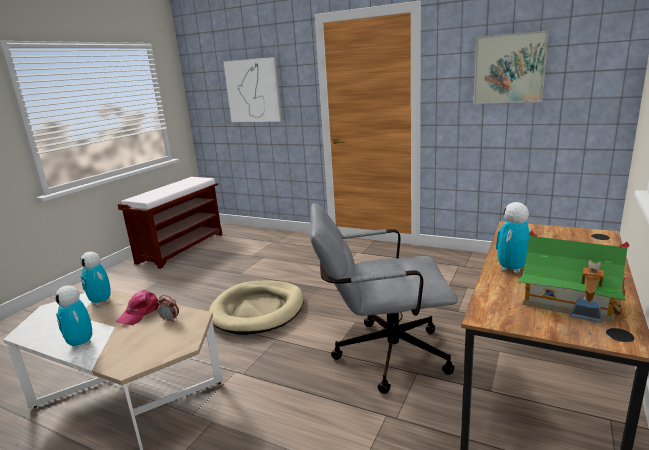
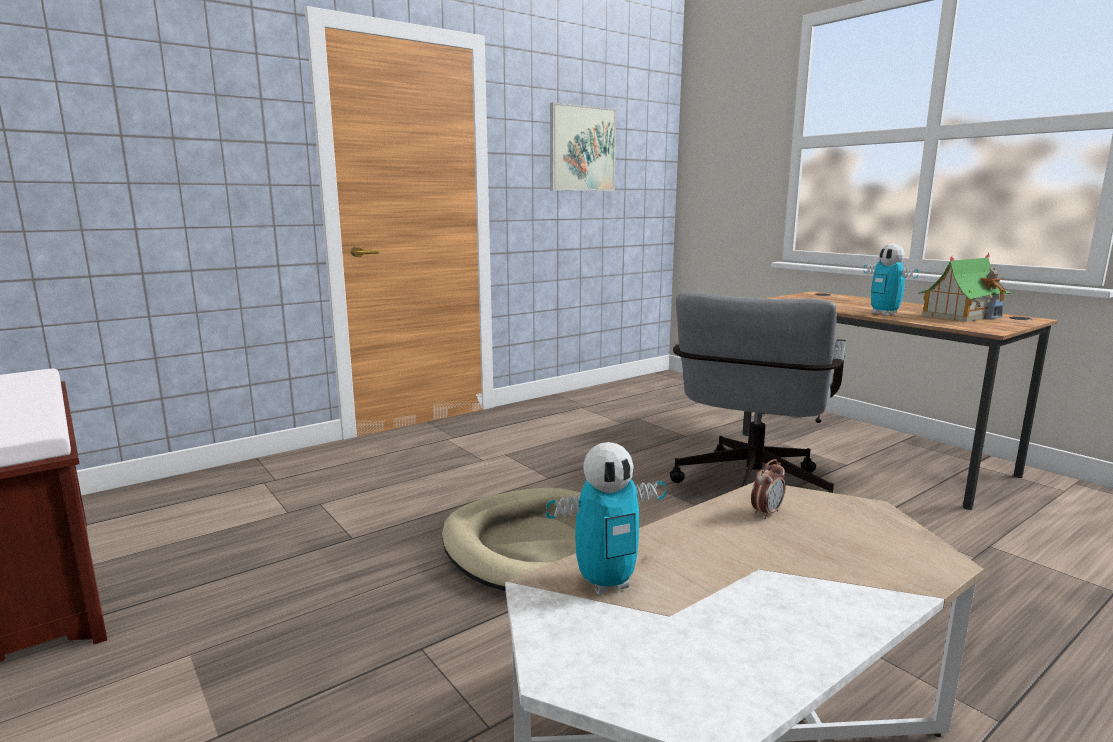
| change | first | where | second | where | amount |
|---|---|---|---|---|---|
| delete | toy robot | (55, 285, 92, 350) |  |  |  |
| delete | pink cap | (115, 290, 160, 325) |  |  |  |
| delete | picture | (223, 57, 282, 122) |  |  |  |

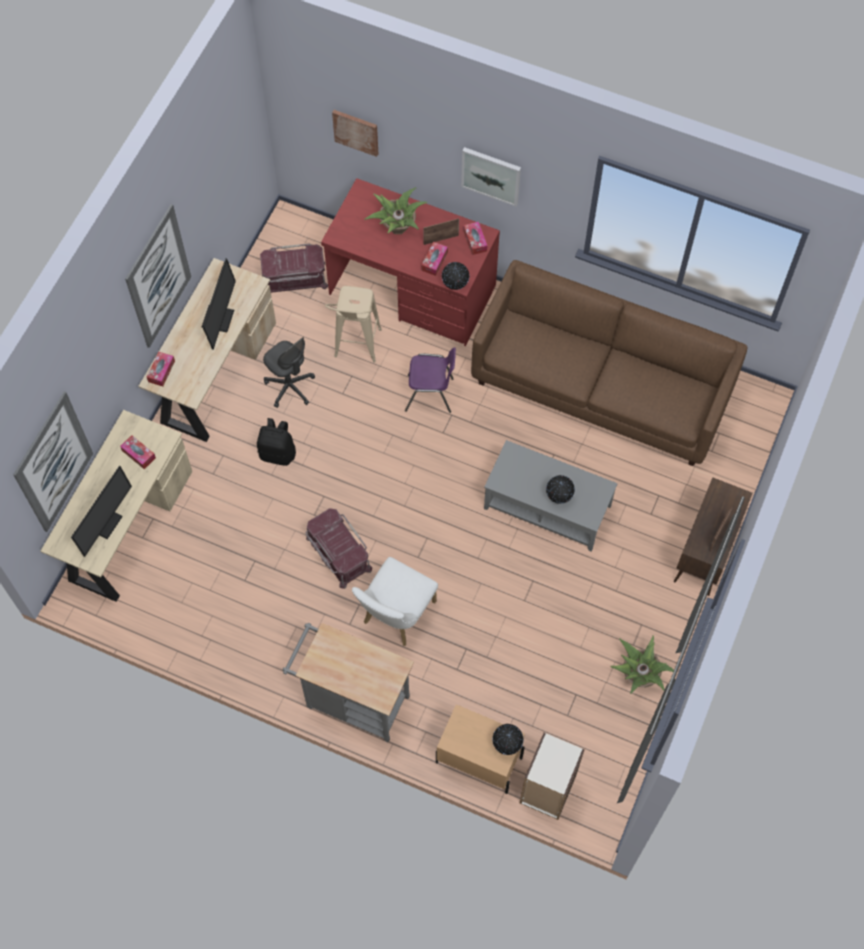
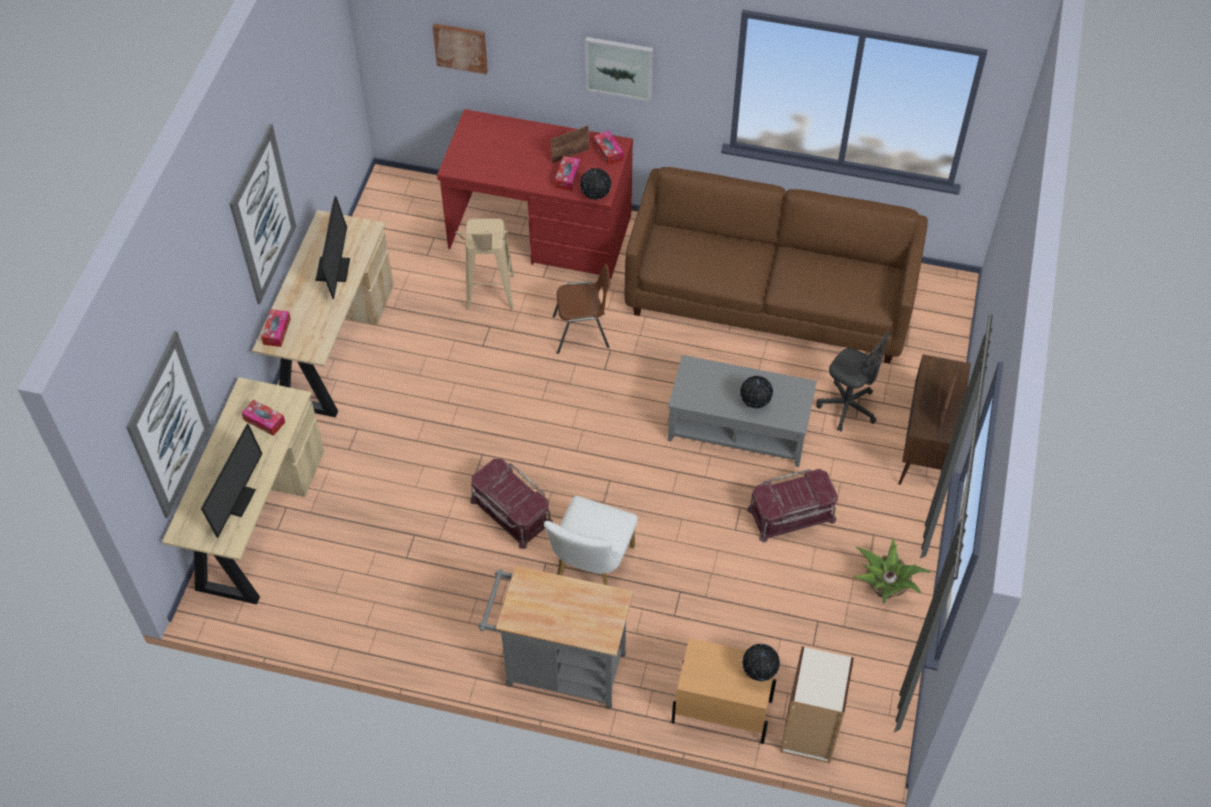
| change | first | where | second | where | amount |
|---|---|---|---|---|---|
| delete | black backpack | (257, 418, 296, 466) |  |  |  |
| move | red storage box | (260, 244, 328, 293) |  | (747, 469, 838, 543) |  |
| move | grey office chair | (263, 337, 315, 408) |  | (816, 331, 892, 432) |  |
| delete | potted plant | (364, 187, 427, 234) |  |  |  |
| recolor | purple chair | (405, 348, 456, 413) | brown chair | (553, 264, 610, 354) |  |

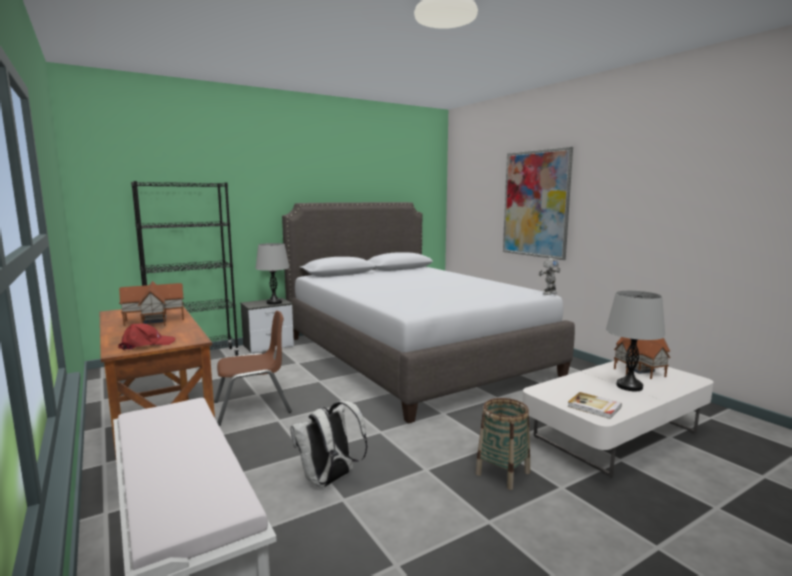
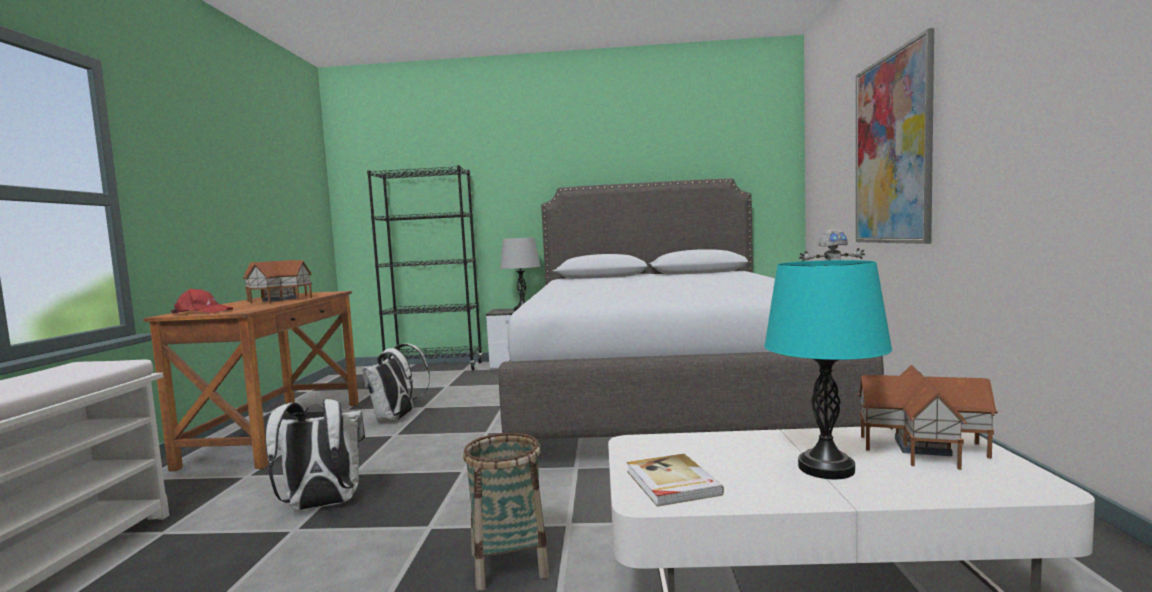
| change | first | where | second | where | amount |
|---|---|---|---|---|---|
| replace | brown chair | (214, 311, 292, 426) | white backpack | (362, 343, 430, 421) |  |
| recolor | grey table lamp | (606, 290, 666, 391) | turquoise table lamp | (764, 260, 892, 479) |  |

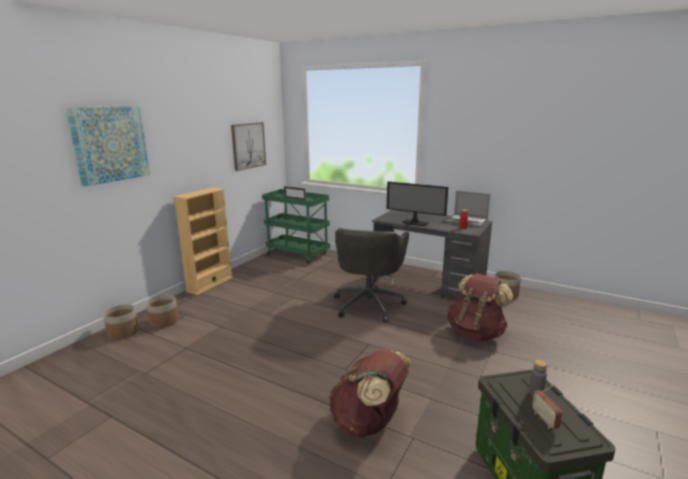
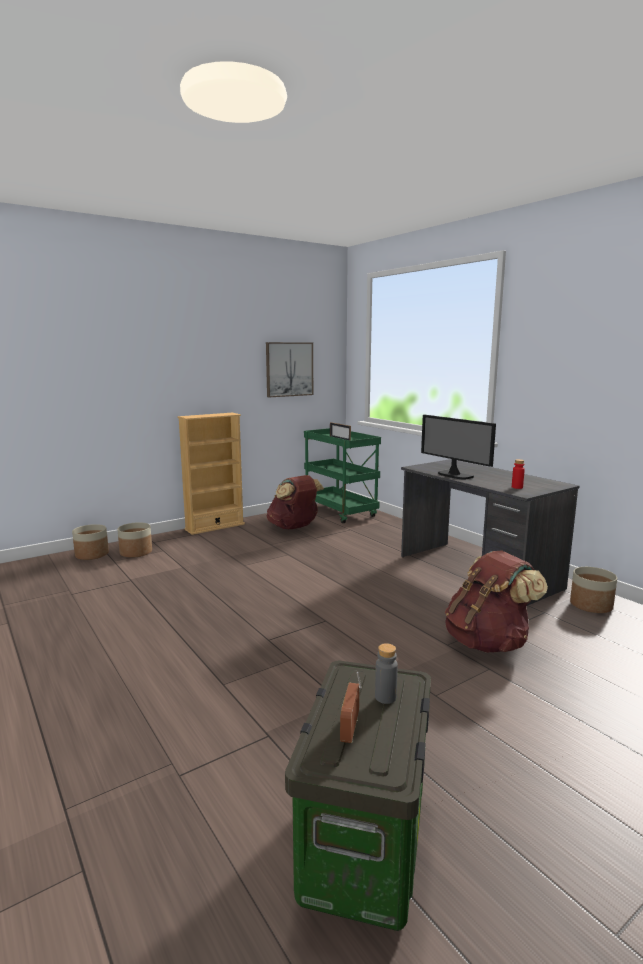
| change | first | where | second | where | amount |
|---|---|---|---|---|---|
| delete | picture | (66, 106, 150, 187) |  |  |  |
| move | brown backpack | (328, 350, 411, 438) |  | (267, 475, 324, 529) |  |
| delete | grey office chair | (334, 228, 409, 323) |  |  |  |
| delete | laptop | (446, 191, 490, 228) |  |  |  |

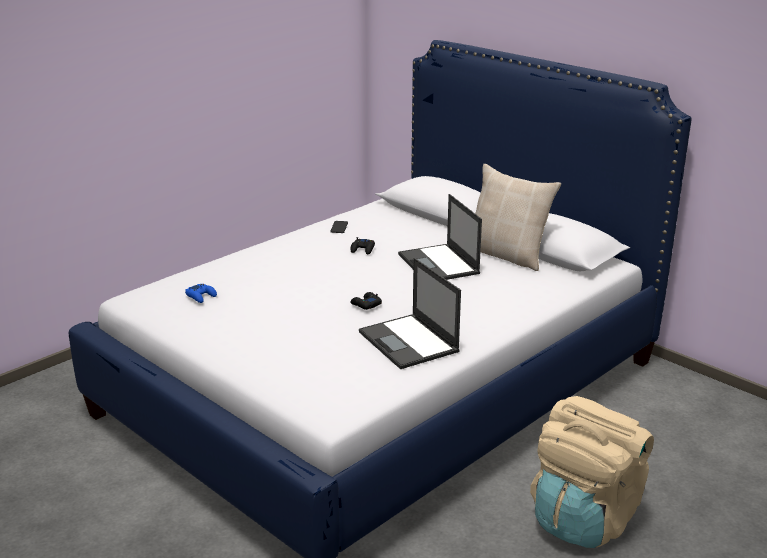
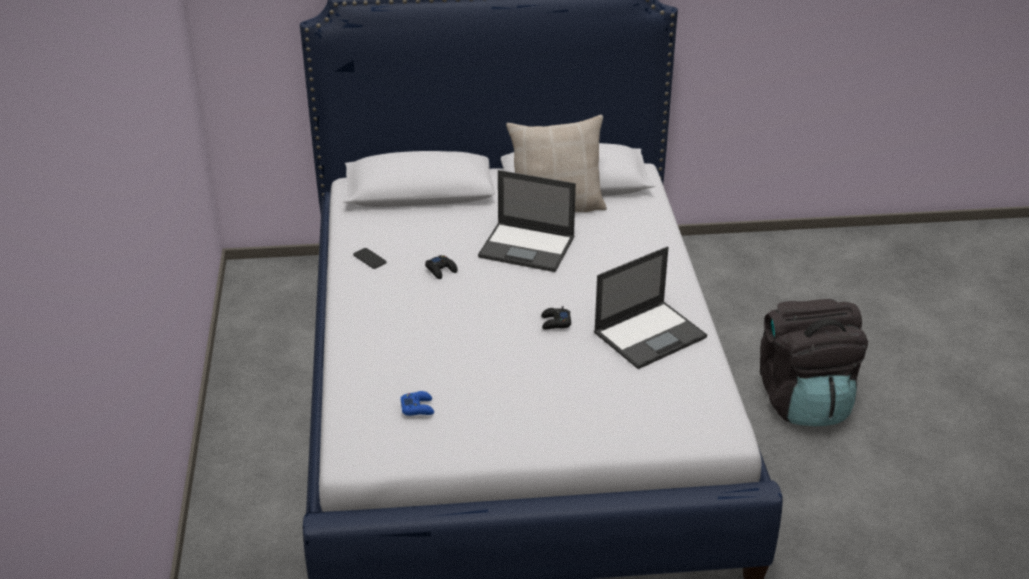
| change | first | where | second | where | amount |
|---|---|---|---|---|---|
| rotate | laptop | (359, 258, 461, 369) |  | (594, 247, 707, 369) | 45 degrees counterclockwise |
| recolor | beige backpack | (530, 396, 654, 548) | black backpack | (760, 299, 868, 426) |  |

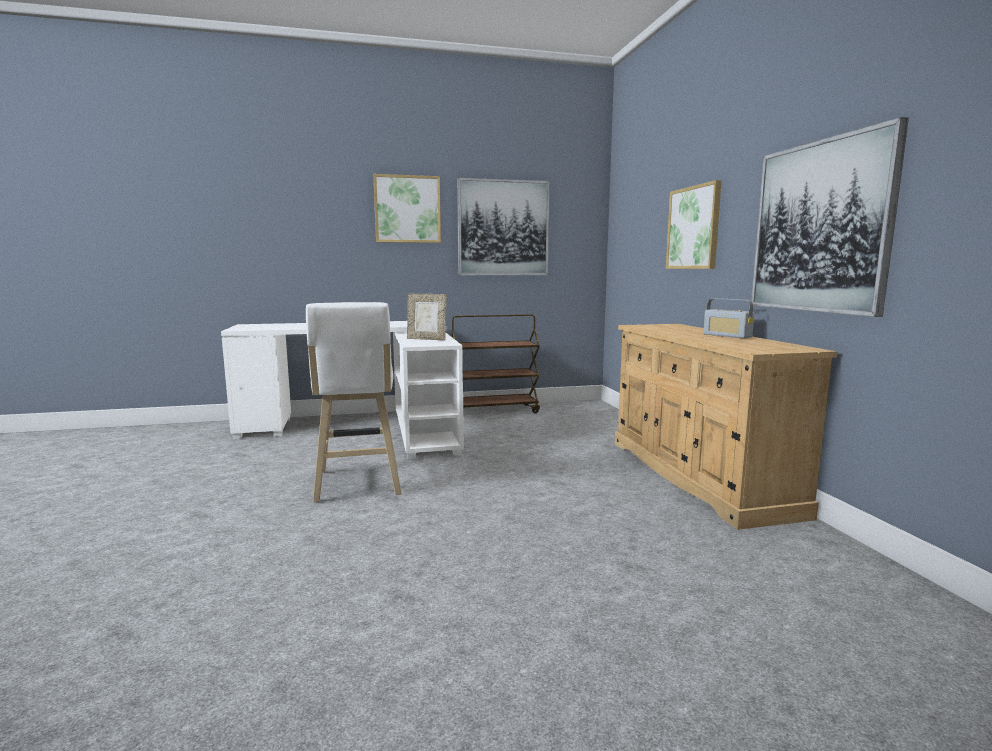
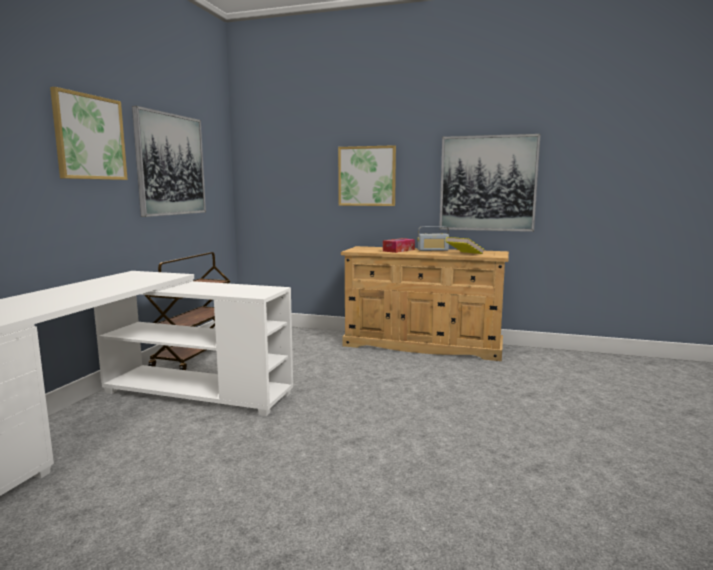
| change | first | where | second | where | amount |
|---|---|---|---|---|---|
| delete | white stool | (306, 302, 401, 503) |  |  |  |
| delete | picture frame | (407, 294, 447, 340) |  |  |  |
| insert |  |  | tissue box | (383, 238, 415, 253) |  |
| insert |  |  | yellow book | (446, 237, 484, 254) |  |

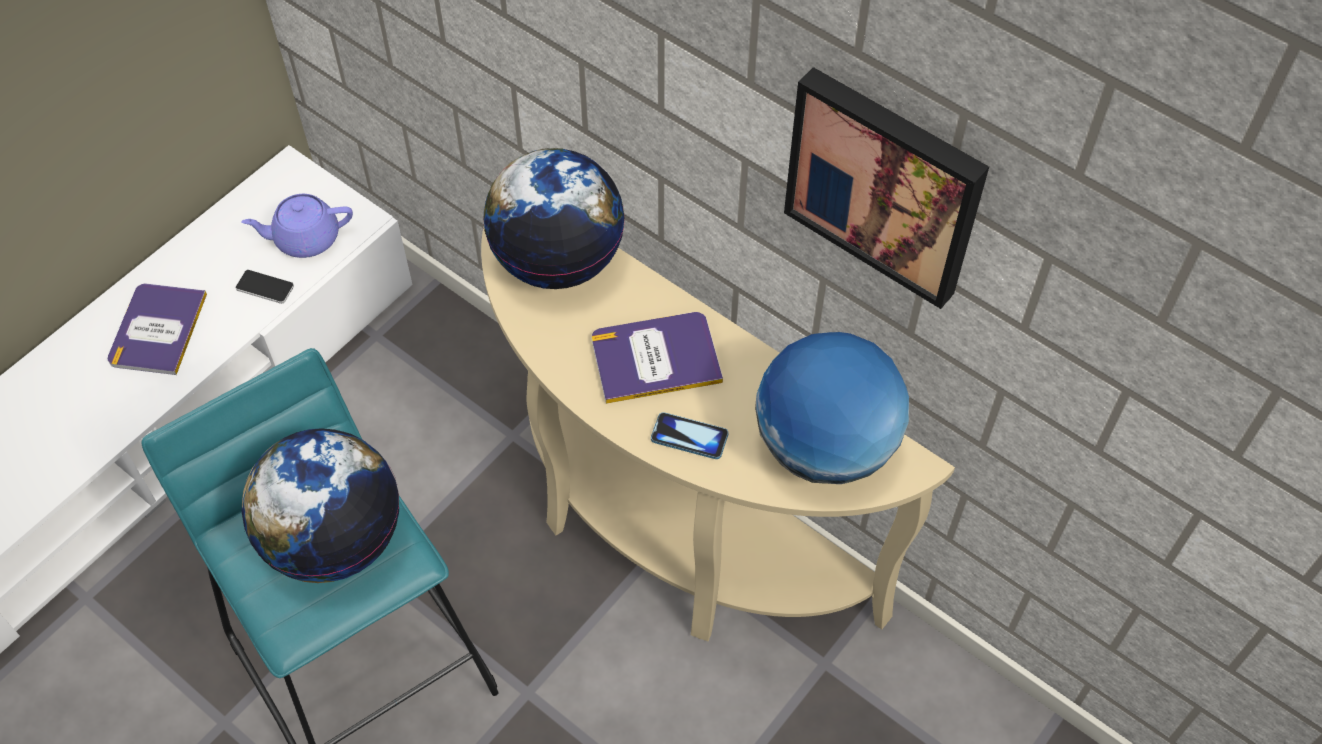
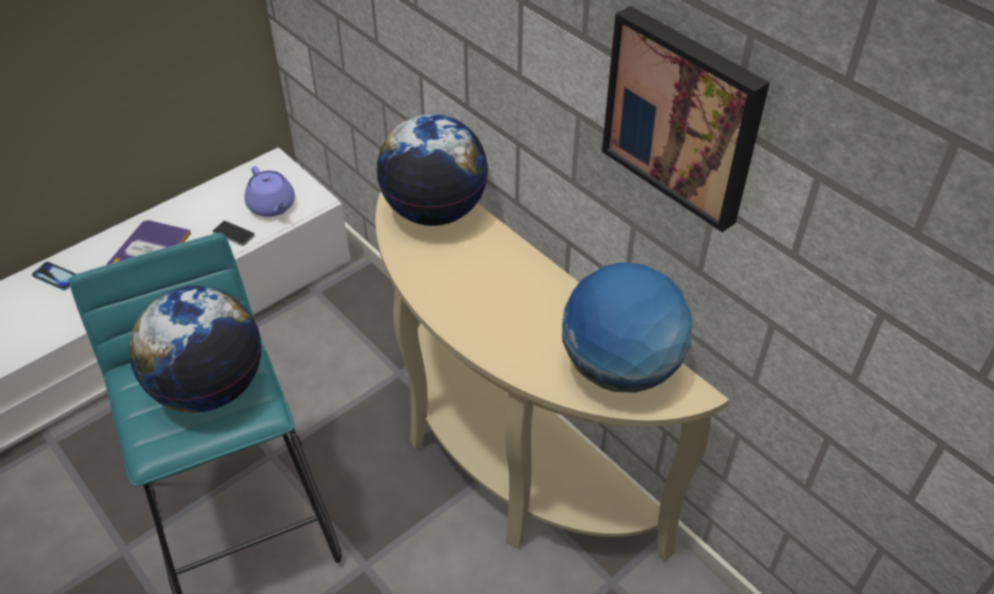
| change | first | where | second | where | amount |
|---|---|---|---|---|---|
| rotate | purple teapot | (241, 194, 353, 258) |  | (244, 166, 295, 217) | 120 degrees counterclockwise |
| delete | book | (592, 312, 723, 404) |  |  |  |
| move | phone | (651, 412, 729, 459) |  | (32, 262, 76, 290) |  |

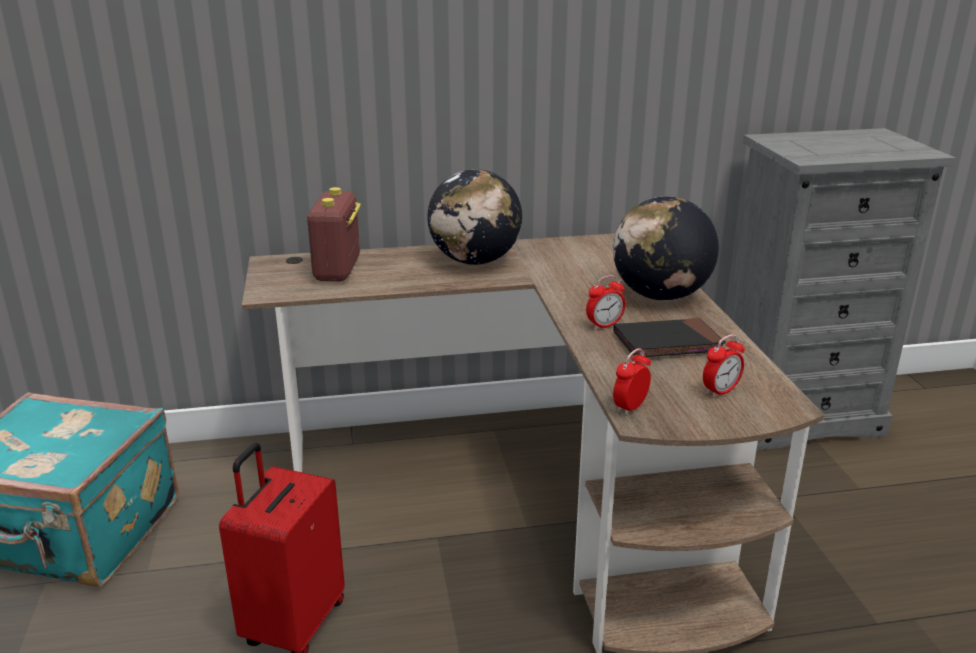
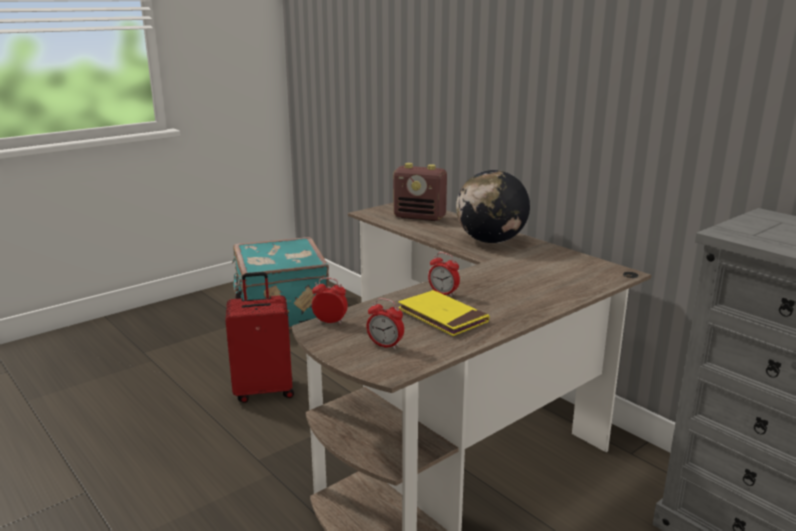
| change | first | where | second | where | amount |
|---|---|---|---|---|---|
| rotate | radio | (307, 187, 361, 281) |  | (393, 163, 447, 221) | 135 degrees counterclockwise |
| delete | globe | (613, 196, 719, 301) |  |  |  |
| recolor | black book | (613, 318, 726, 357) | yellow book | (398, 290, 489, 336) |  |

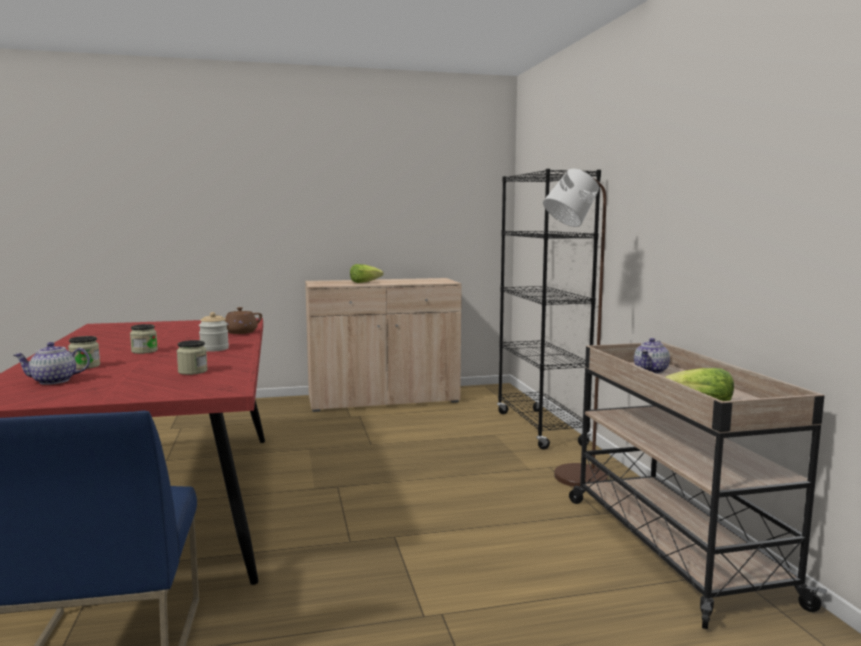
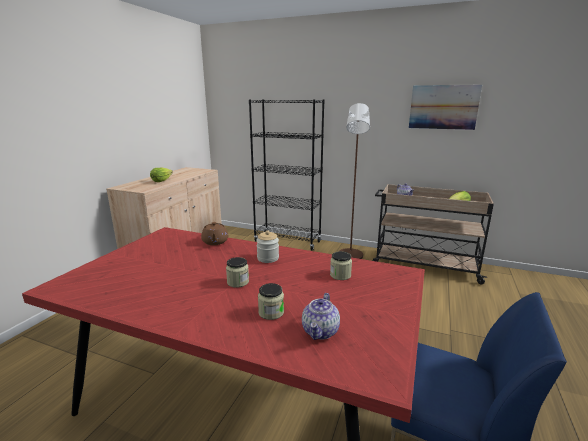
| change | first | where | second | where | amount |
|---|---|---|---|---|---|
| insert |  |  | picture | (409, 85, 482, 130) |  |

